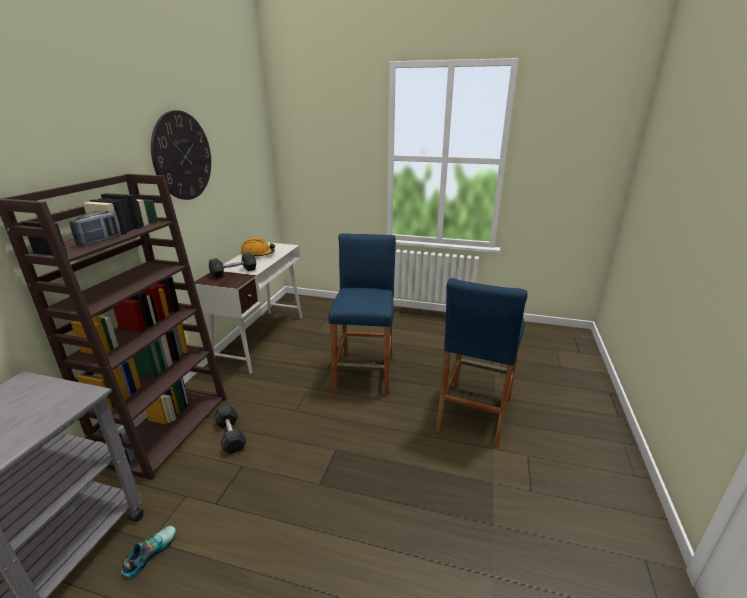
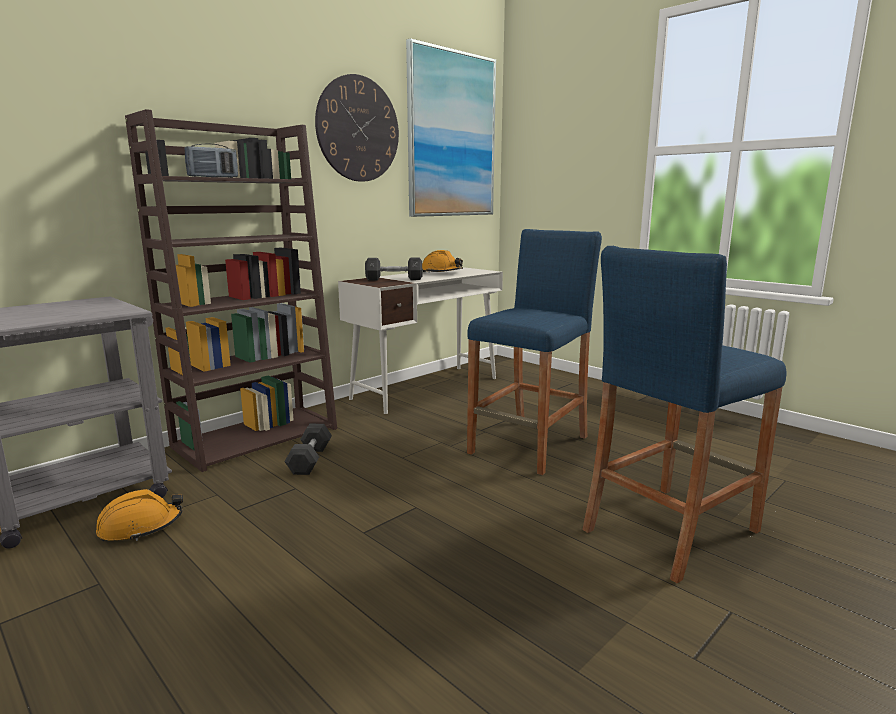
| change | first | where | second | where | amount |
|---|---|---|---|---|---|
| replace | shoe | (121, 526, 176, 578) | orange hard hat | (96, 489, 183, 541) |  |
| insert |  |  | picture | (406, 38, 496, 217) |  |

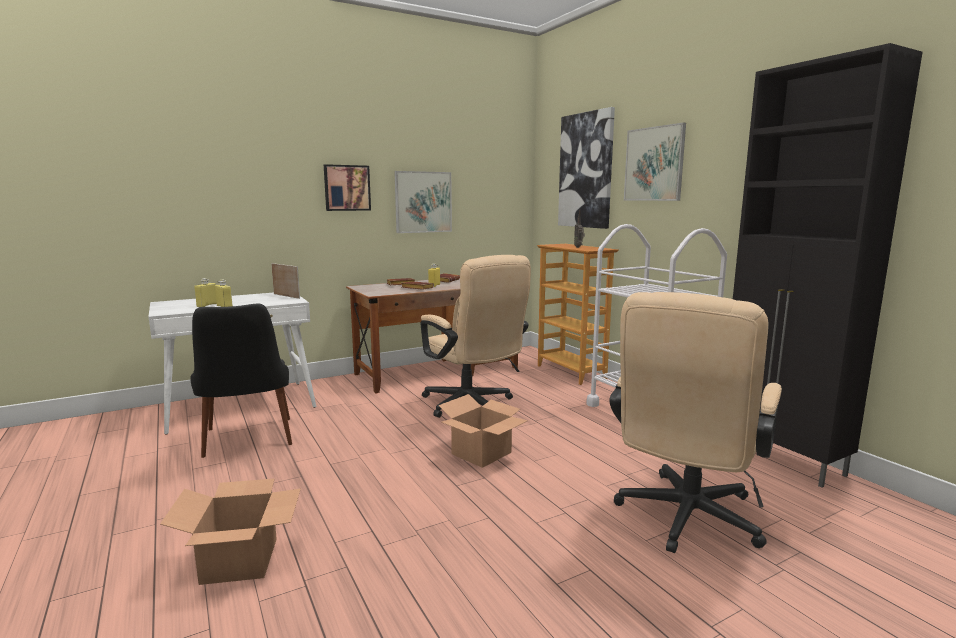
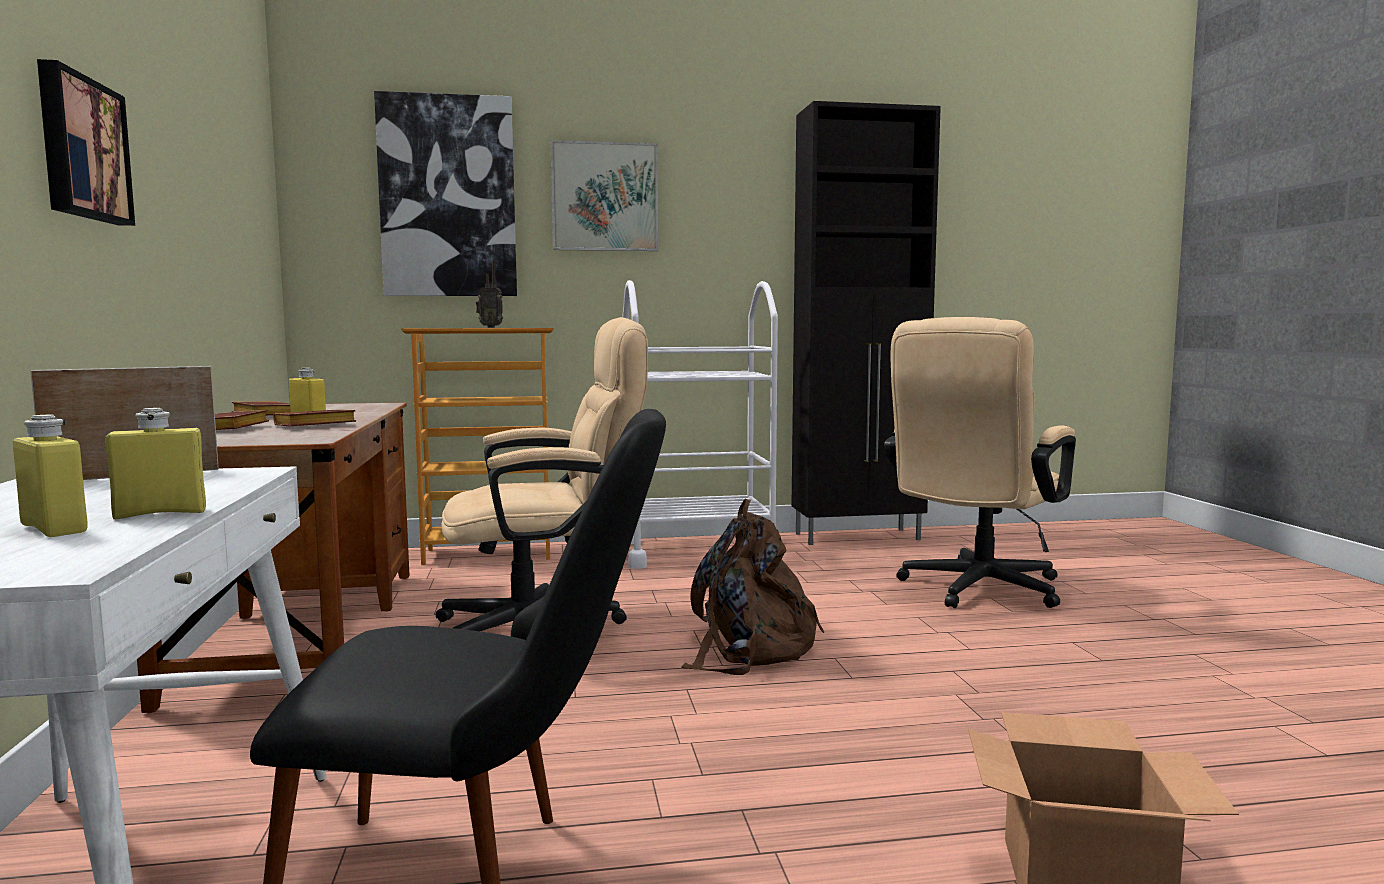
| change | first | where | second | where | amount |
|---|---|---|---|---|---|
| delete | picture | (394, 171, 452, 233) |  |  |  |
| replace | cardboard box | (438, 394, 528, 468) | brown backpack | (682, 498, 824, 675) |  |
| rotate | beige office chair | (609, 292, 782, 553) |  | (884, 317, 1076, 608) | 75 degrees clockwise |

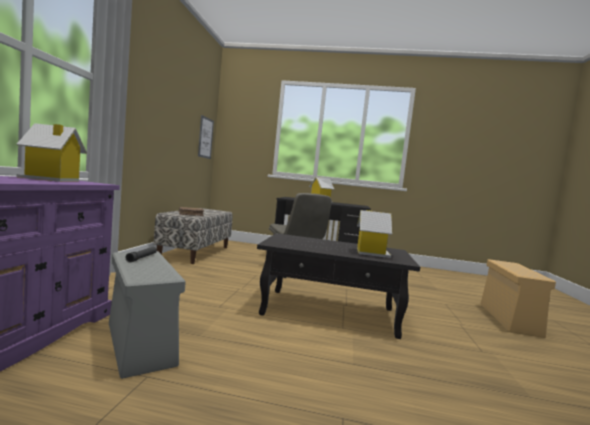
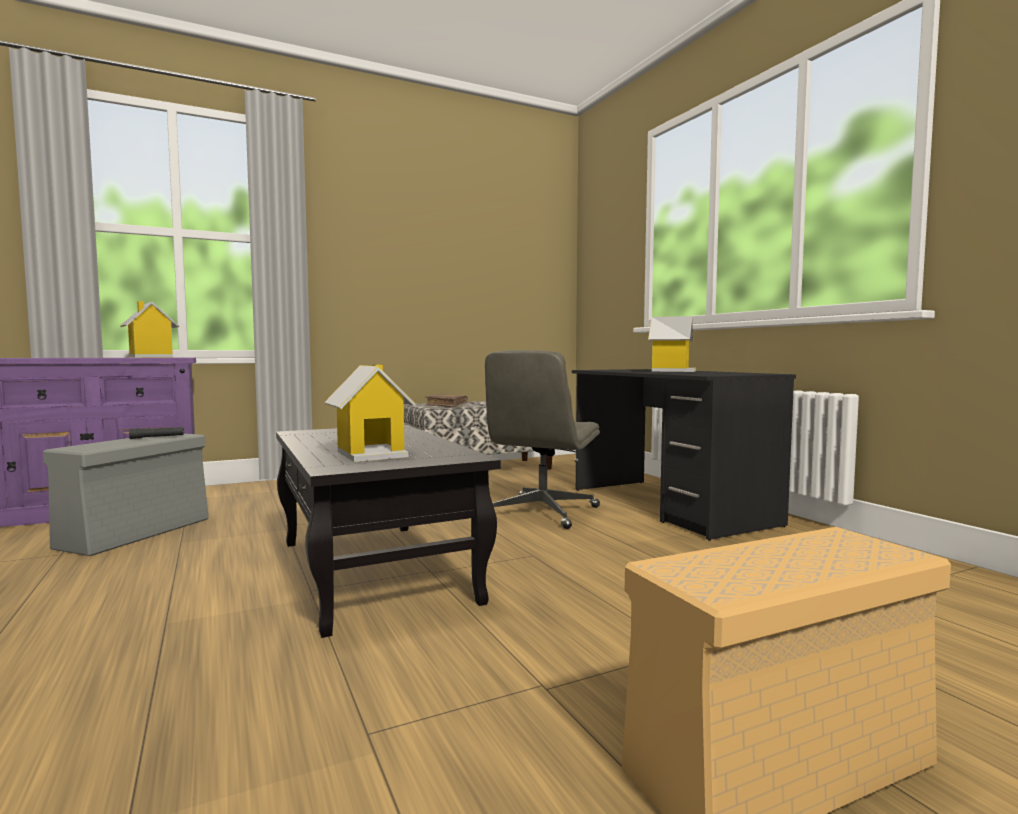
| change | first | where | second | where | amount |
|---|---|---|---|---|---|
| delete | picture | (198, 115, 214, 159) |  |  |  |

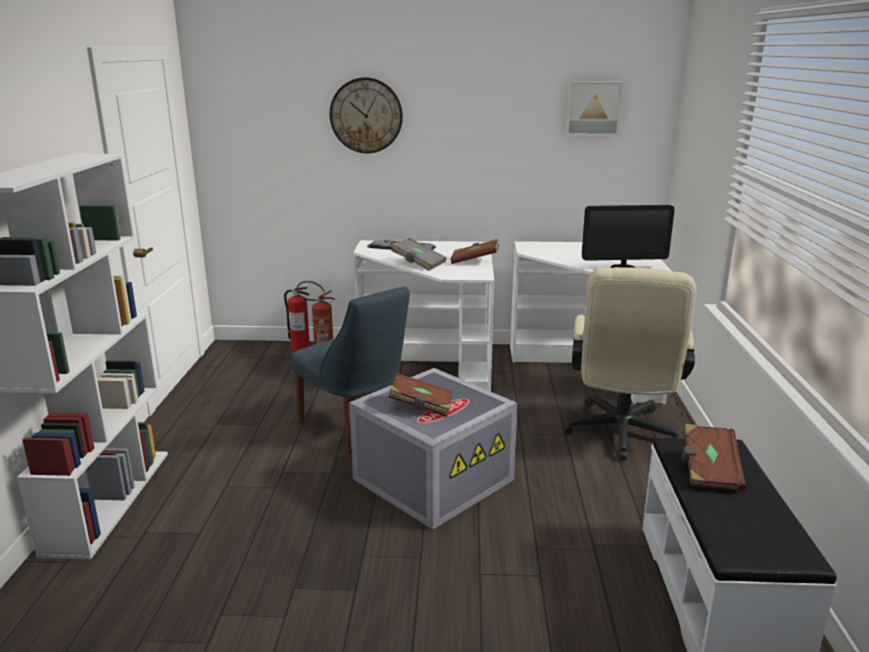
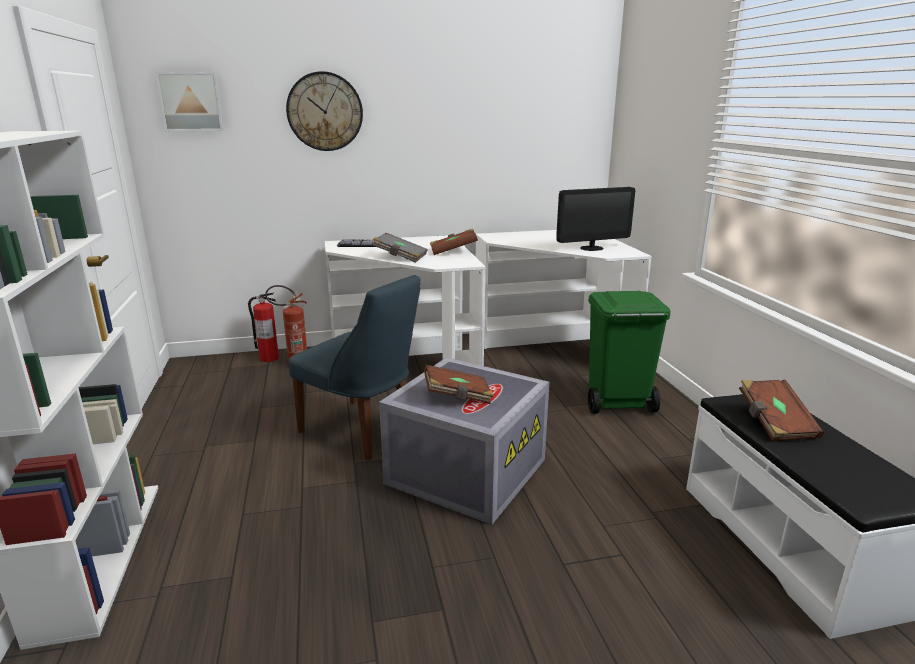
| change | first | where | second | where | amount |
|---|---|---|---|---|---|
| replace | beige office chair | (564, 267, 696, 460) | green trash can | (588, 291, 671, 414) |  |
| move | picture | (566, 81, 623, 136) |  | (155, 72, 224, 131) |  |

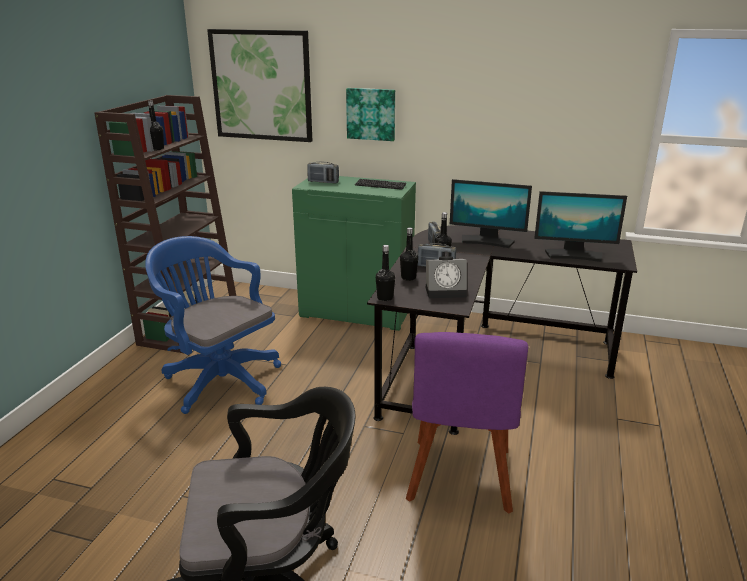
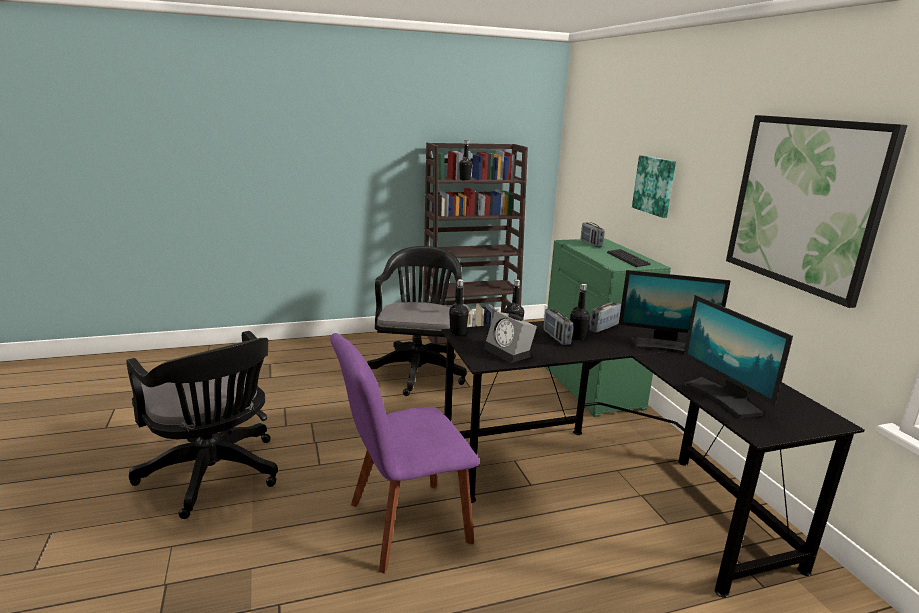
| change | first | where | second | where | amount |
|---|---|---|---|---|---|
| recolor | blue office chair | (145, 236, 281, 414) | black office chair | (367, 246, 467, 396) |  |
| move | picture | (207, 29, 312, 142) |  | (726, 115, 908, 308) |  |
| rotate | monitor | (450, 179, 532, 248) |  | (619, 270, 730, 354) | 60 degrees counterclockwise |

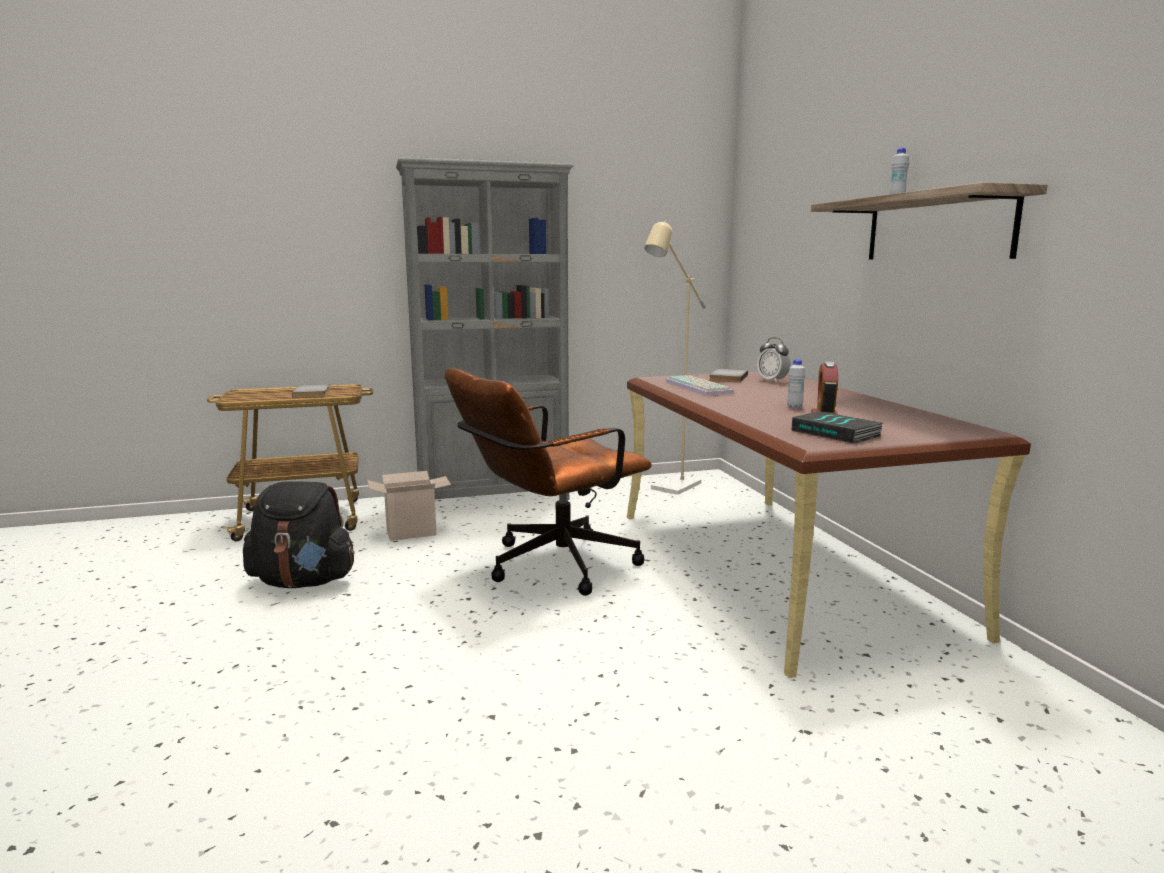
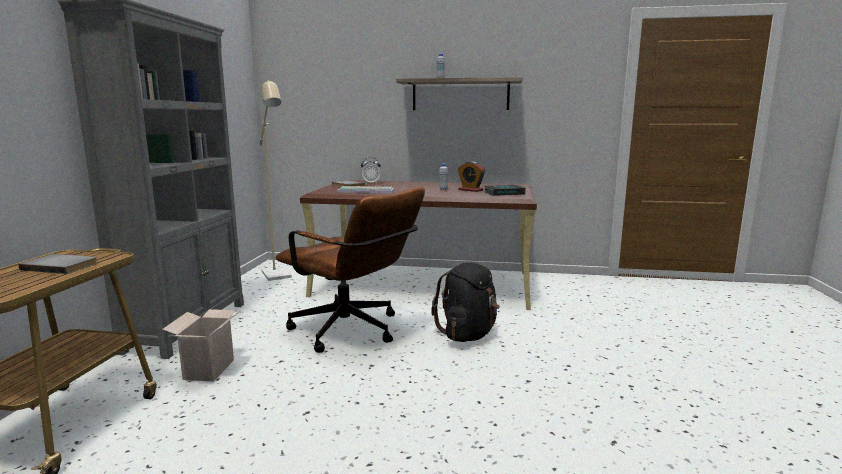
| change | first | where | second | where | amount |
|---|---|---|---|---|---|
| move | black backpack | (243, 481, 355, 588) |  | (431, 263, 500, 342) |  |
| rotate | brown office chair | (445, 368, 652, 596) |  | (276, 187, 425, 353) | 45 degrees counterclockwise |

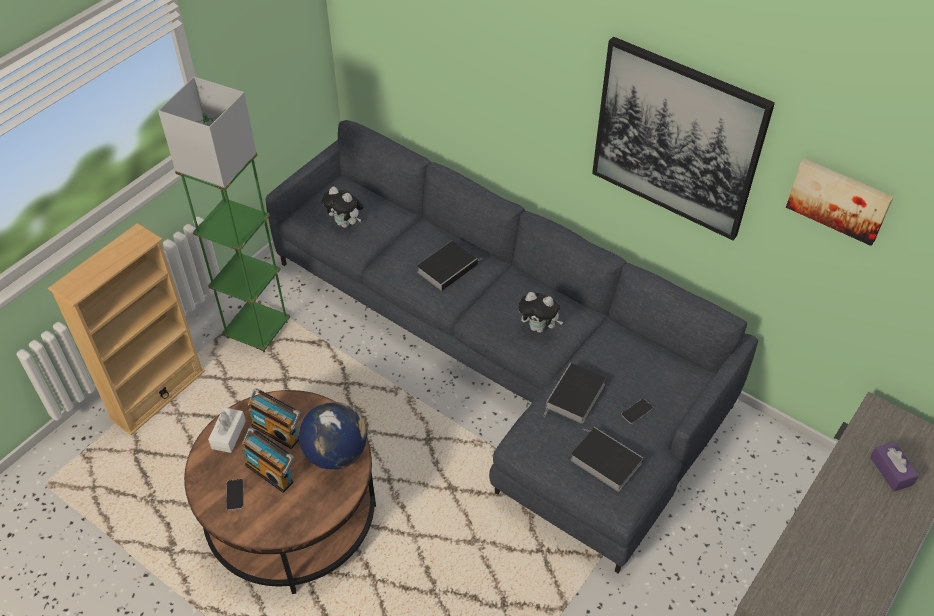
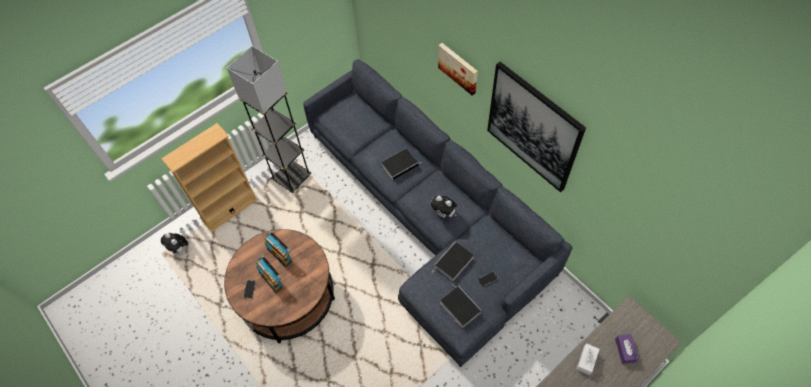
| change | first | where | second | where | amount |
|---|---|---|---|---|---|
| recolor | green floor lamp | (158, 77, 290, 352) | grey floor lamp | (227, 46, 311, 193) |  |
| move | white tissue box | (208, 407, 246, 453) |  | (576, 343, 599, 375) |  |
| delete | globe | (299, 402, 367, 470) |  |  |  |
| move | plush toy | (321, 187, 364, 228) |  | (161, 233, 188, 254) |  |
| move | picture | (786, 159, 893, 246) |  | (438, 43, 478, 95) |  |

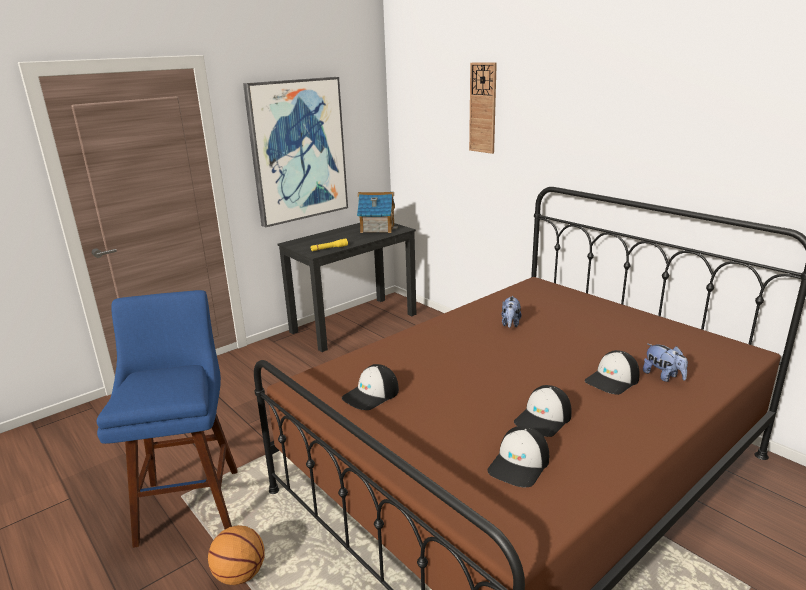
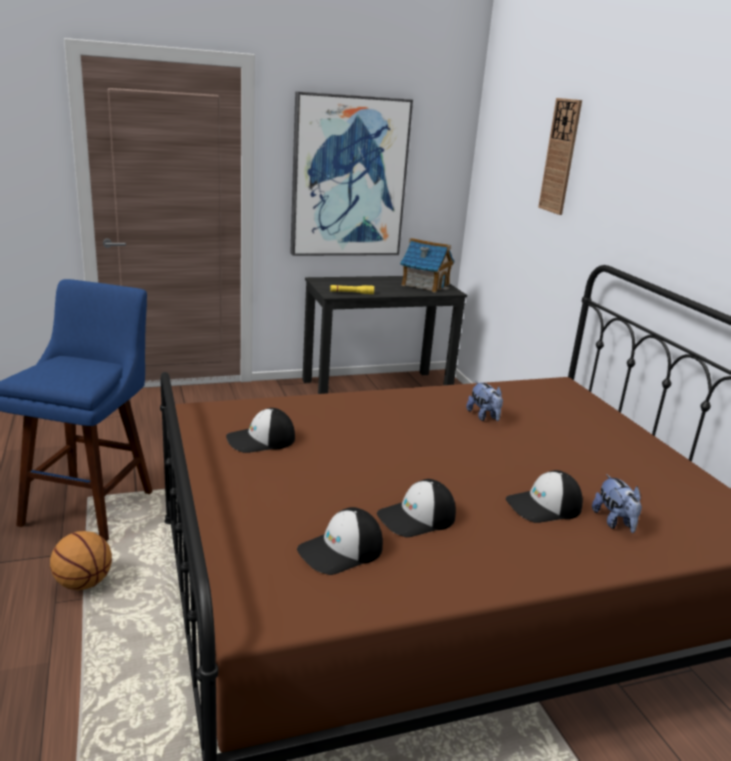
| change | first | where | second | where | amount |
|---|---|---|---|---|---|
| rotate | plush toy | (502, 296, 521, 328) |  | (466, 381, 503, 421) | 60 degrees counterclockwise |

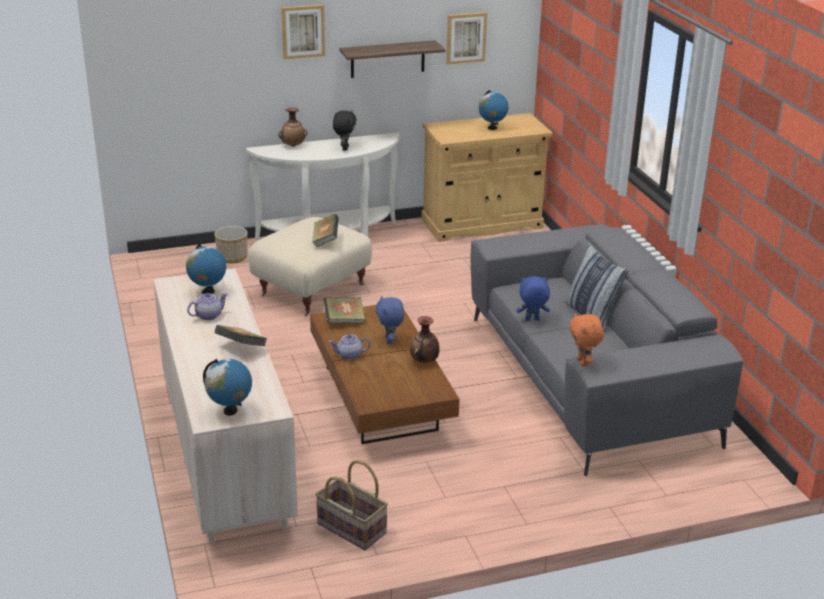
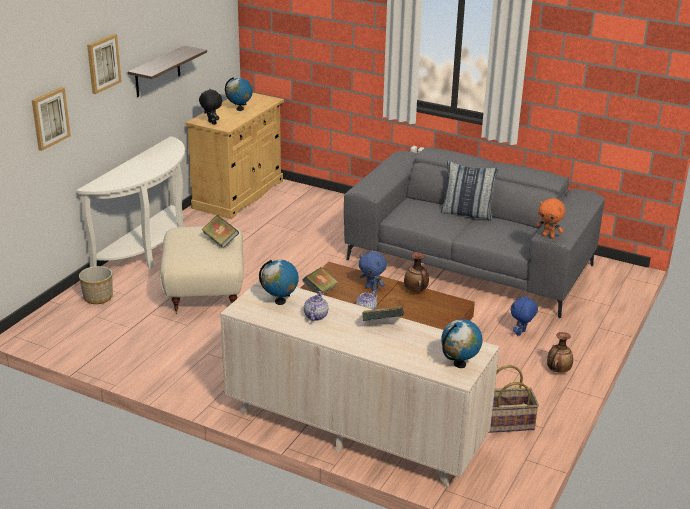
| change | first | where | second | where | amount |
|---|---|---|---|---|---|
| move | vase | (278, 107, 307, 147) |  | (547, 332, 573, 373) |  |
| move | black plush toy | (333, 111, 357, 151) |  | (199, 89, 222, 125) |  |
| move | picture | (446, 12, 487, 64) |  | (32, 87, 71, 151) |  |
| move | blue plush toy | (516, 276, 550, 321) |  | (511, 295, 538, 336) |  |

